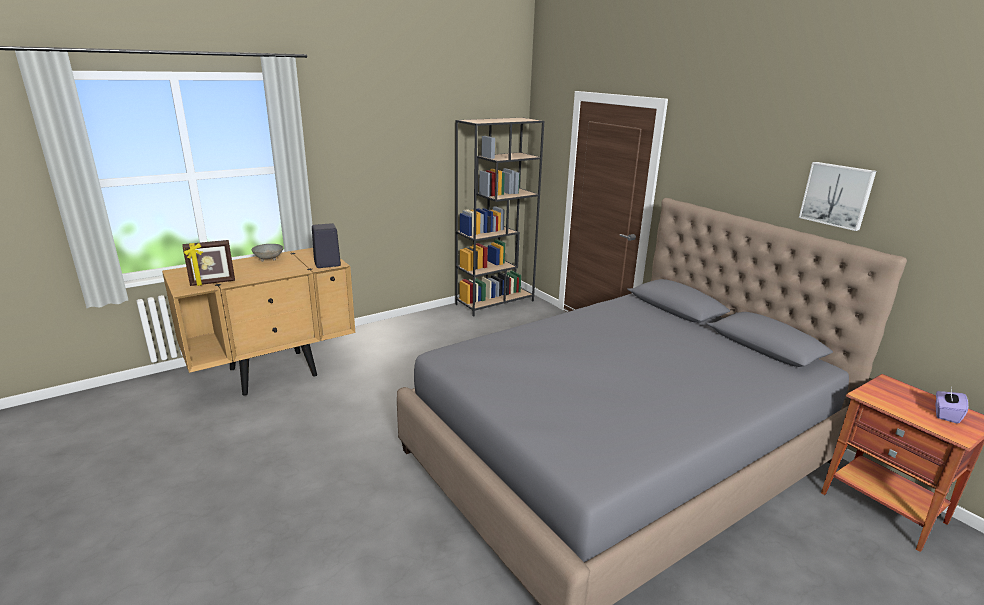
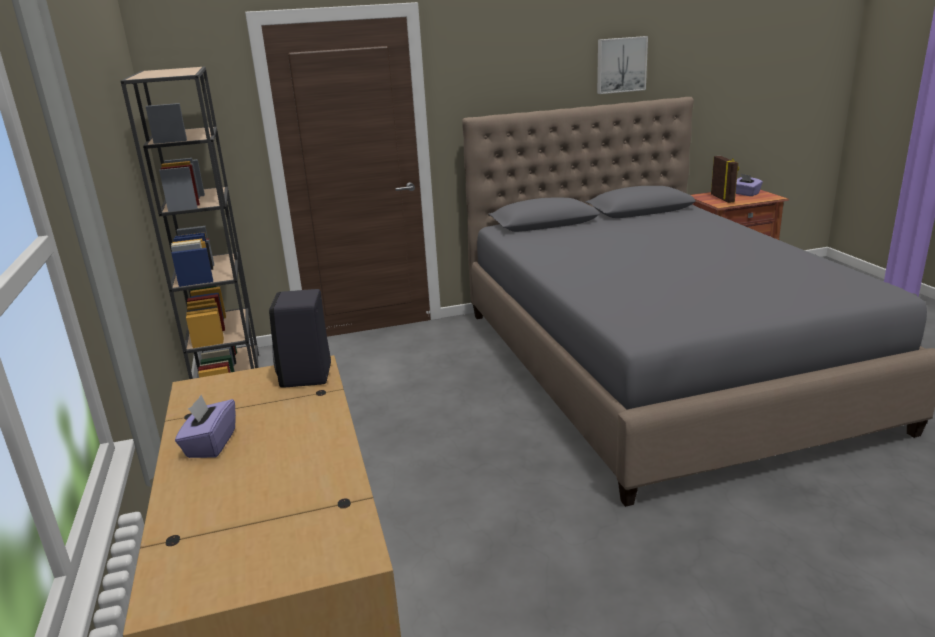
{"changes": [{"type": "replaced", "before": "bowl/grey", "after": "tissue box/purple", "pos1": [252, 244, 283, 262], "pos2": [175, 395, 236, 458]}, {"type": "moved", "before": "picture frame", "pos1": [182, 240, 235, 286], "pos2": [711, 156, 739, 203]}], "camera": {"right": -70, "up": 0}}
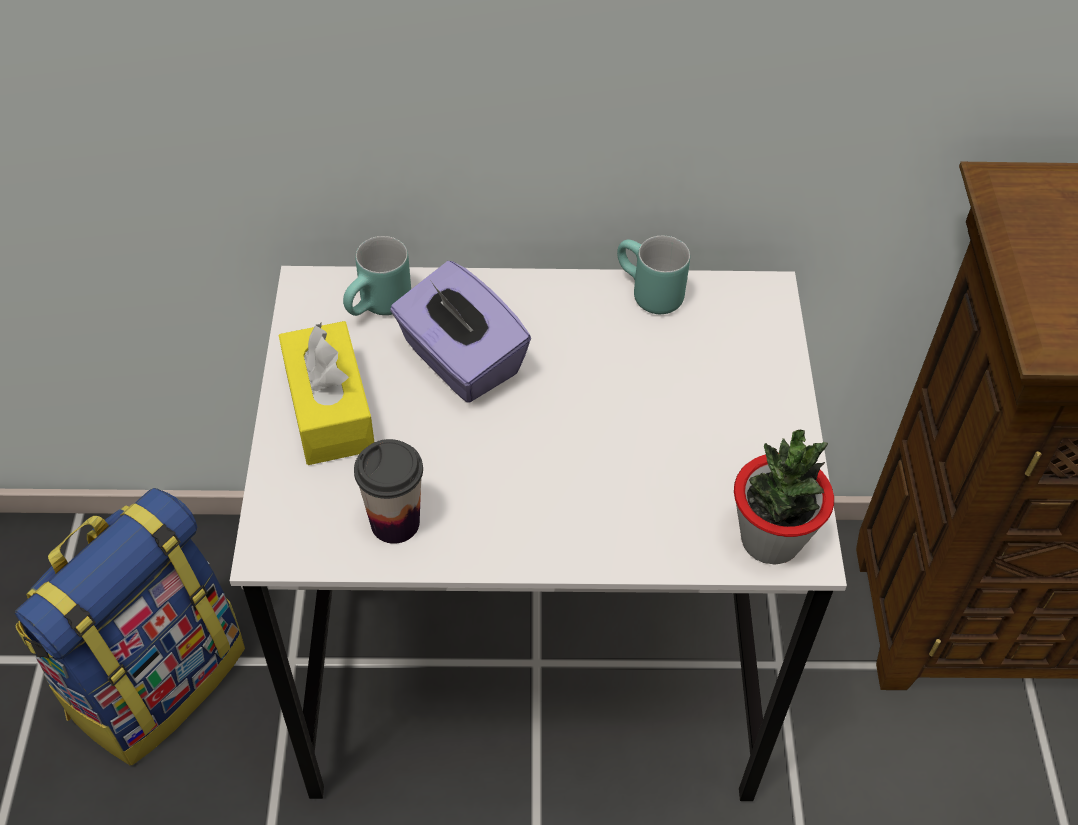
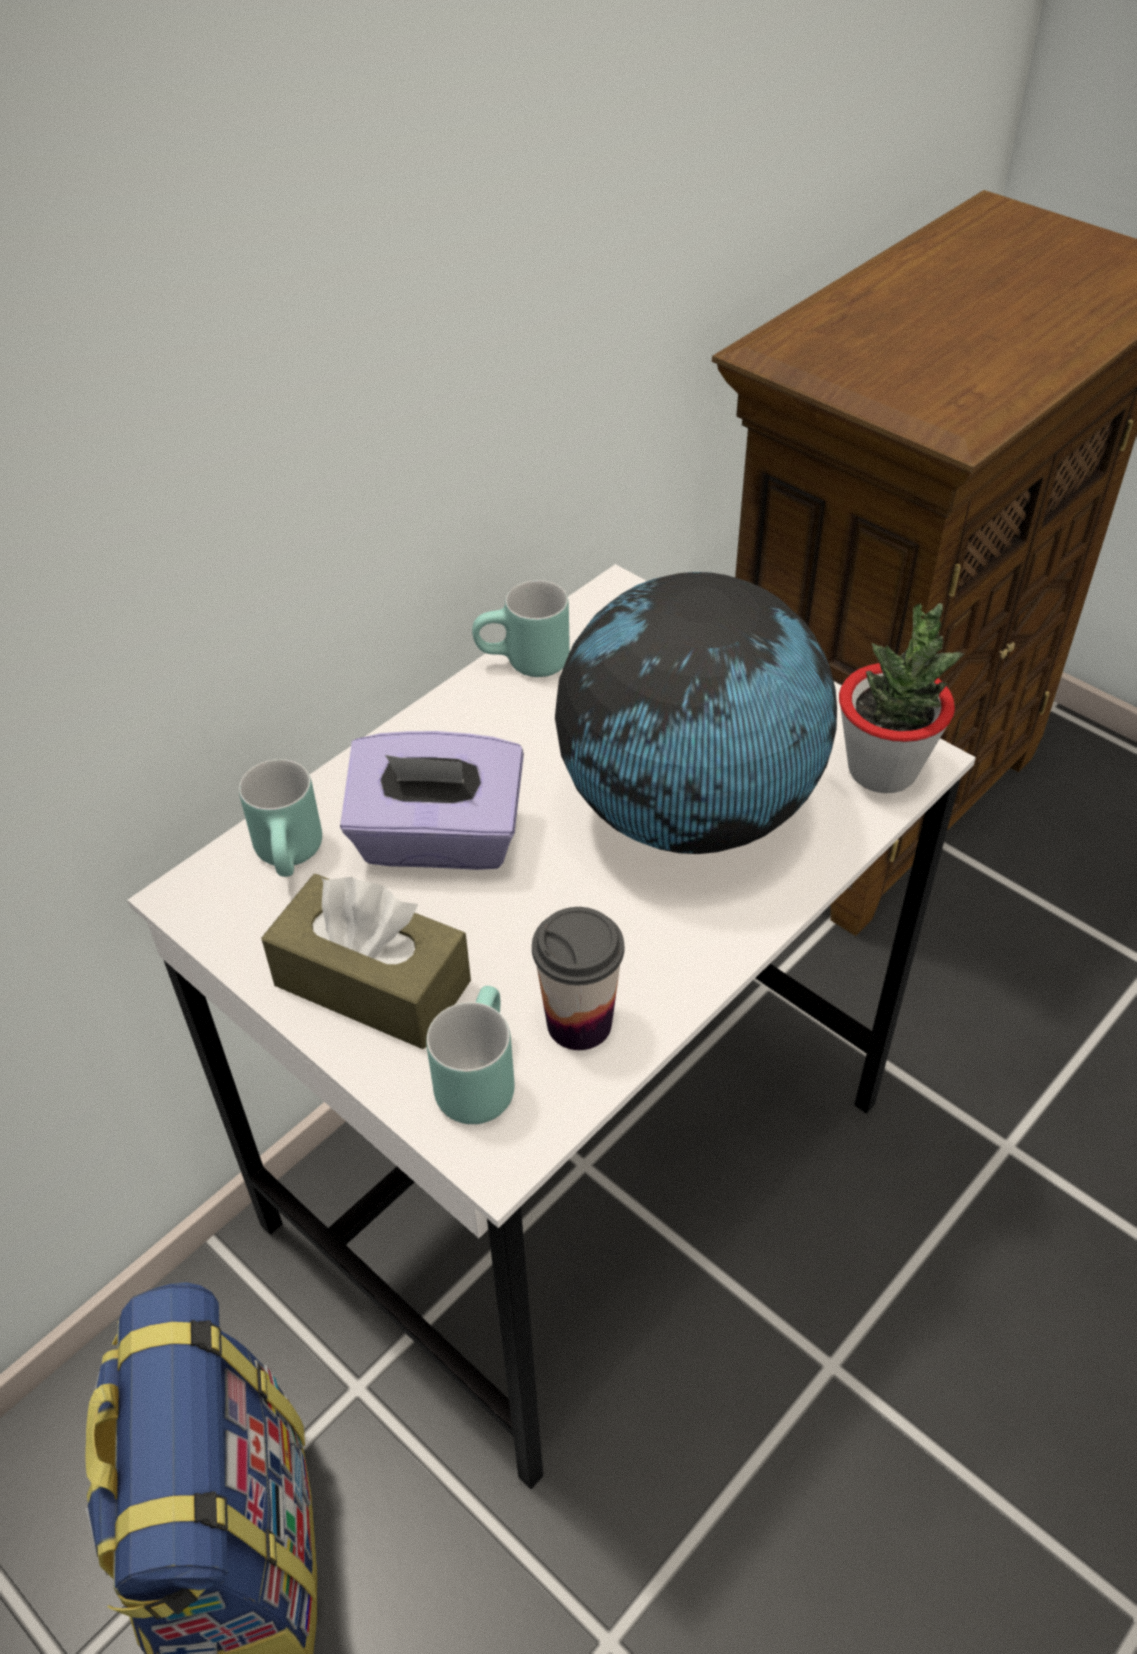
{"changes": [{"type": "recoloured", "before": "tissue box/yellow", "after": "tissue box/brown", "pos1": [279, 321, 374, 465], "pos2": [261, 874, 471, 1049]}, {"type": "added", "after": "mug/turquoise", "pos2": [426, 986, 515, 1124]}, {"type": "added", "after": "globe", "pos2": [555, 572, 837, 854]}], "camera": {"right": -45, "up": -5}}
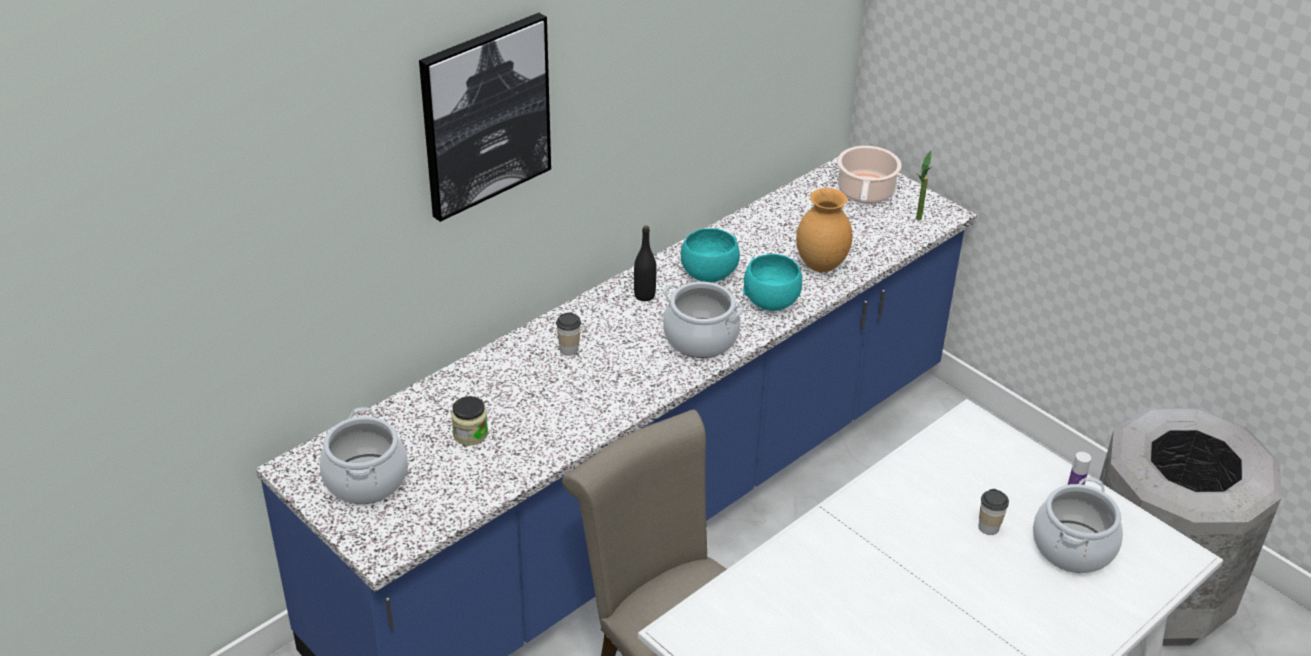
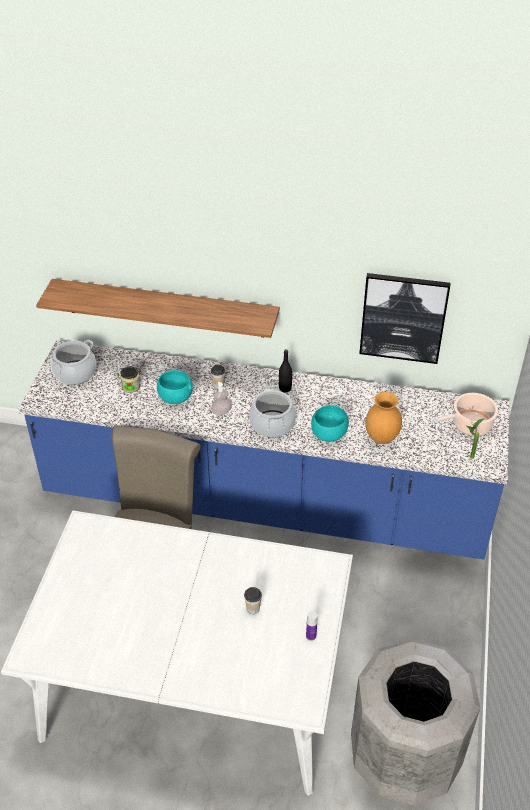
{"changes": [{"type": "added", "after": "shelf", "pos2": [36, 279, 280, 338]}, {"type": "moved", "before": "bowl/turquoise", "pos1": [681, 228, 740, 282], "pos2": [157, 370, 193, 404]}, {"type": "added", "after": "soap dispenser", "pos2": [211, 382, 232, 416]}, {"type": "moved", "before": "picture", "pos1": [419, 13, 551, 222], "pos2": [359, 273, 451, 364]}, {"type": "removed", "before": "cooking pot", "pos1": [1033, 477, 1123, 573]}], "camera": {"right": 55, "up": 5}}
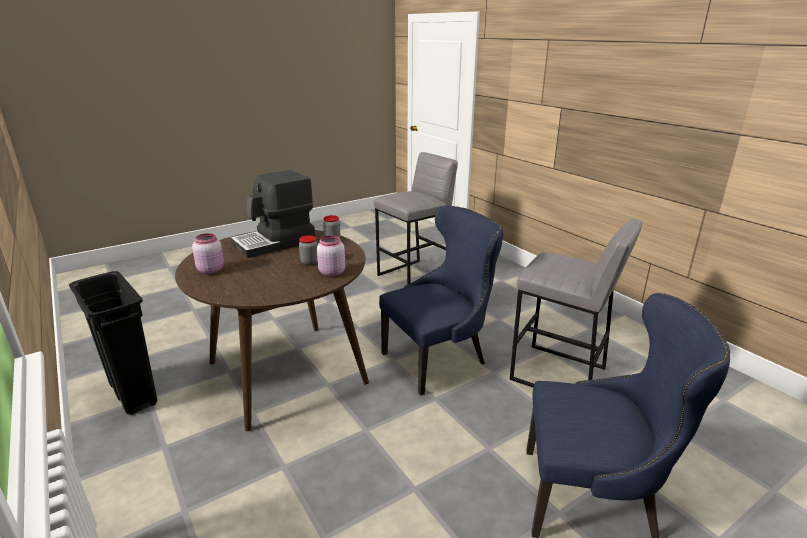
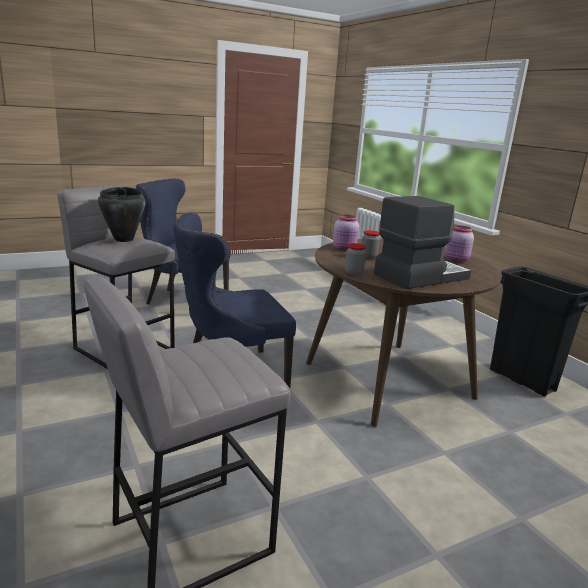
{"changes": [{"type": "added", "after": "cooking pot/black", "pos2": [98, 187, 146, 242]}], "camera": {"right": -175, "up": -5}}
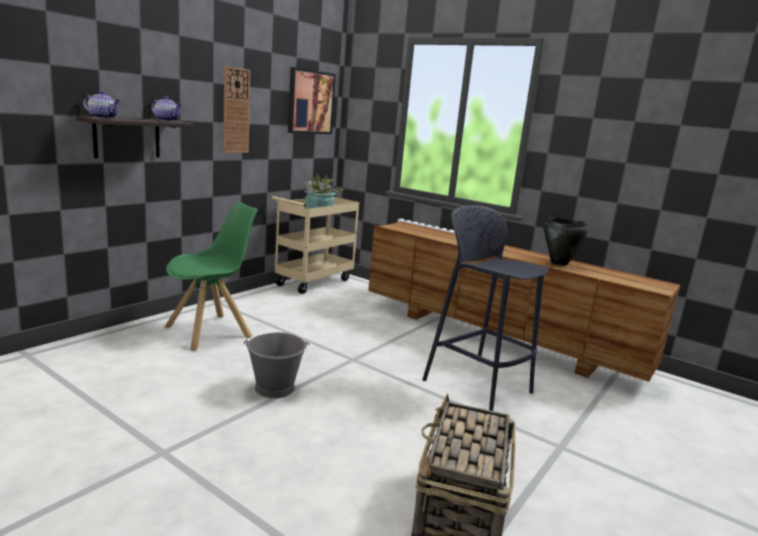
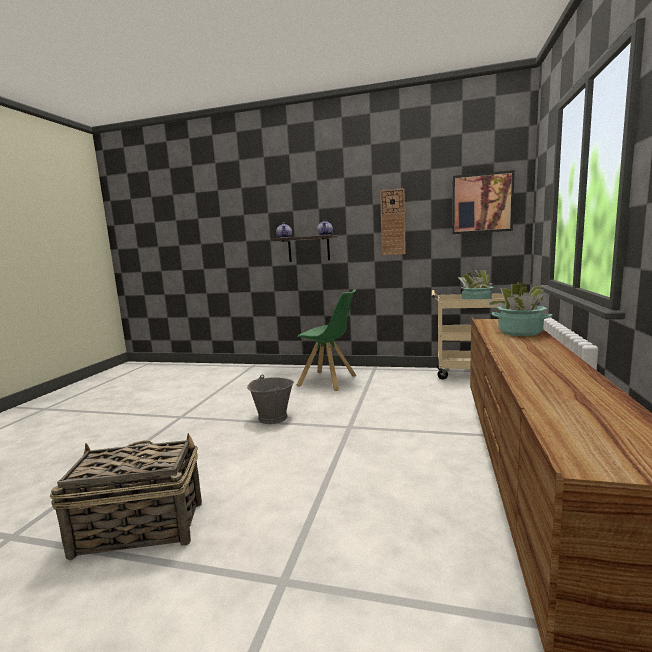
{"changes": [{"type": "added", "after": "potted plant", "pos2": [488, 283, 552, 336]}, {"type": "removed", "before": "stool/grey", "pos1": [422, 205, 549, 411]}, {"type": "removed", "before": "cooking pot/black", "pos1": [544, 217, 589, 266]}], "camera": {"right": 70, "up": -5}}
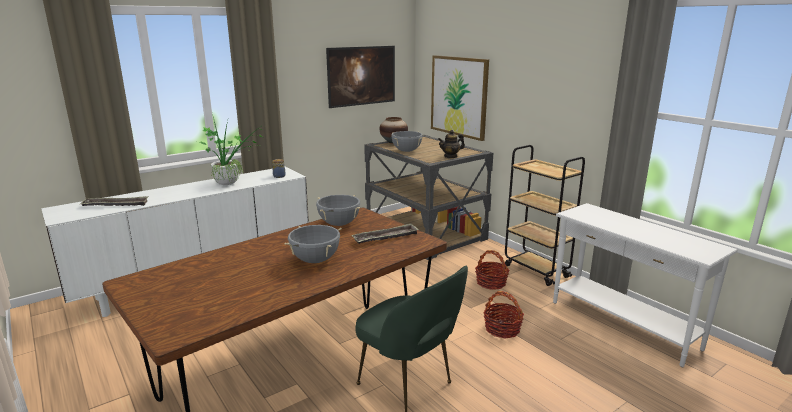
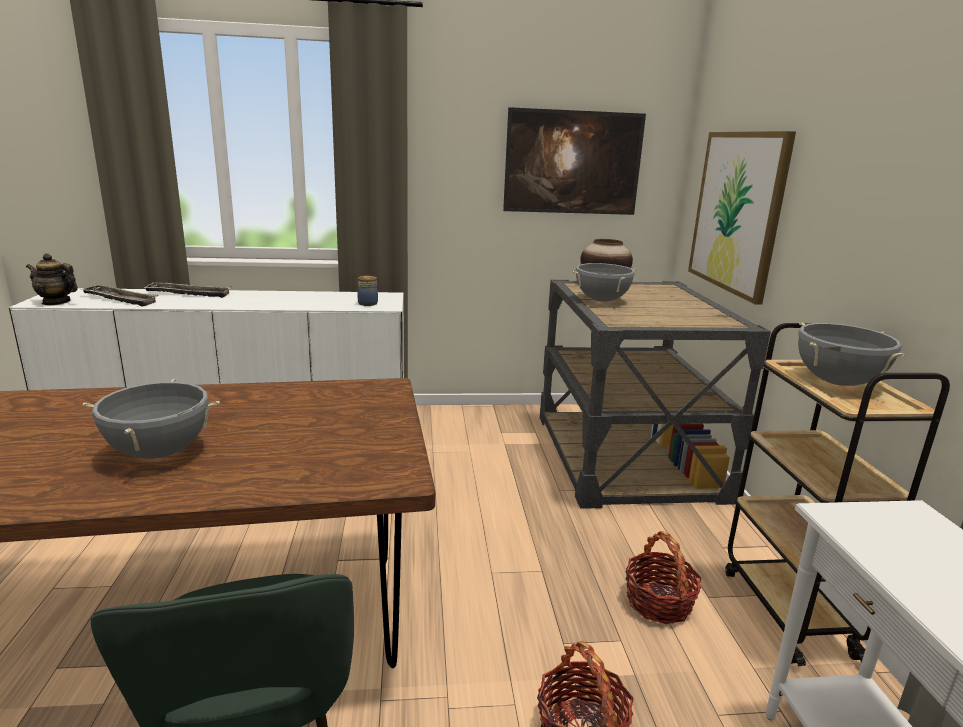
{"changes": [{"type": "moved", "before": "teapot", "pos1": [438, 130, 465, 158], "pos2": [26, 253, 78, 305]}, {"type": "moved", "before": "tray", "pos1": [351, 223, 419, 244], "pos2": [144, 283, 231, 298]}, {"type": "moved", "before": "cooking pot/grey", "pos1": [316, 195, 360, 226], "pos2": [798, 322, 906, 386]}, {"type": "removed", "before": "potted plant", "pos1": [199, 117, 262, 185]}], "camera": {"right": 30, "up": 0}}
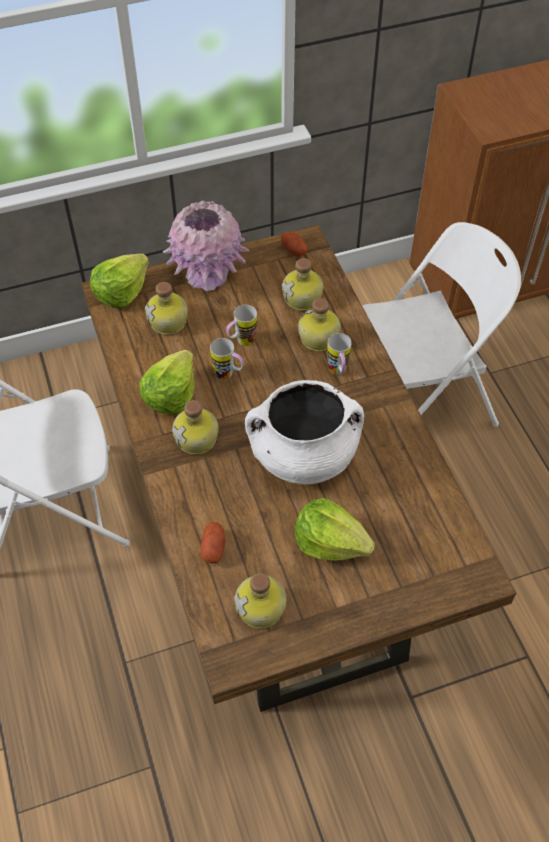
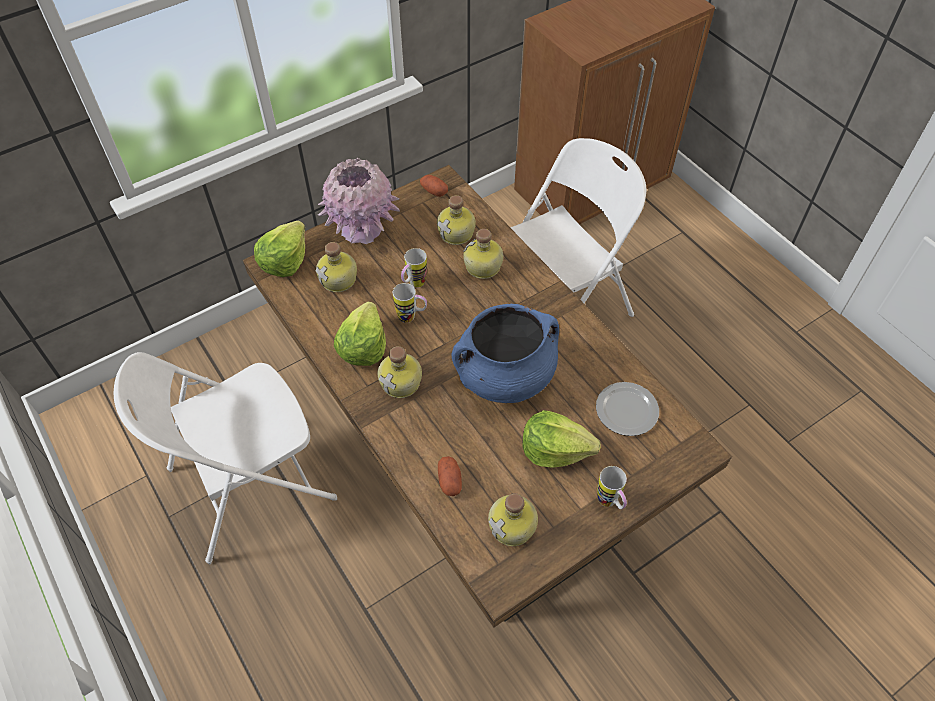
{"changes": [{"type": "recoloured", "before": "cooking pot/white", "after": "cooking pot/blue", "pos1": [245, 380, 364, 485], "pos2": [452, 304, 559, 403]}, {"type": "added", "after": "plate", "pos2": [596, 382, 659, 436]}, {"type": "moved", "before": "mug", "pos1": [327, 333, 352, 375], "pos2": [597, 466, 627, 509]}], "camera": {"right": -15, "up": 0}}
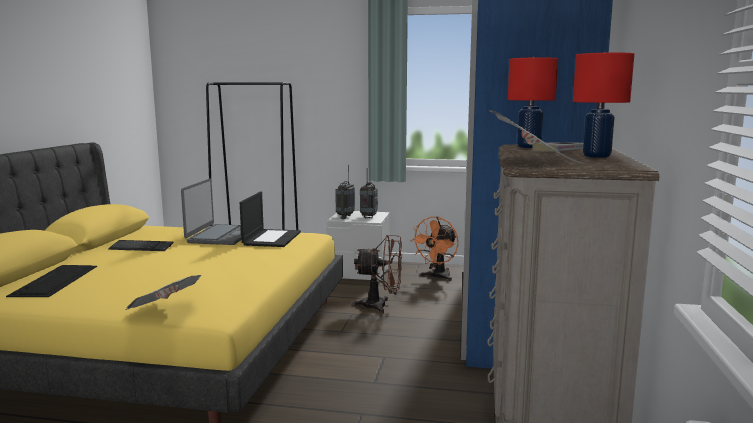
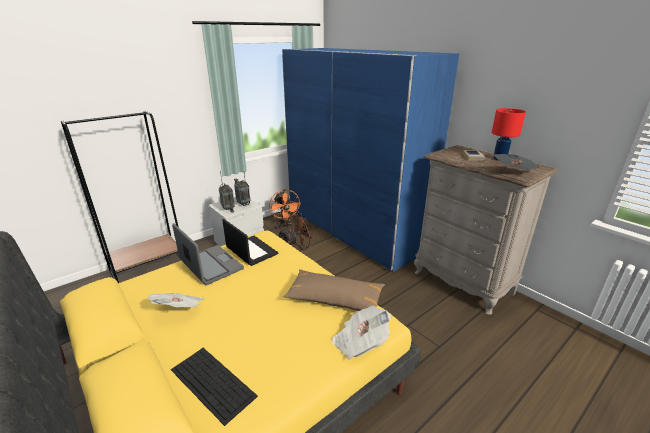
{"changes": [{"type": "replaced", "before": "keyboard", "after": "newspaper", "pos1": [108, 240, 174, 251], "pos2": [147, 293, 204, 307]}, {"type": "added", "after": "pillow/brown", "pos2": [283, 269, 385, 311]}, {"type": "removed", "before": "table lamp/red", "pos1": [508, 57, 558, 148]}], "camera": {"right": -50, "up": 15}}
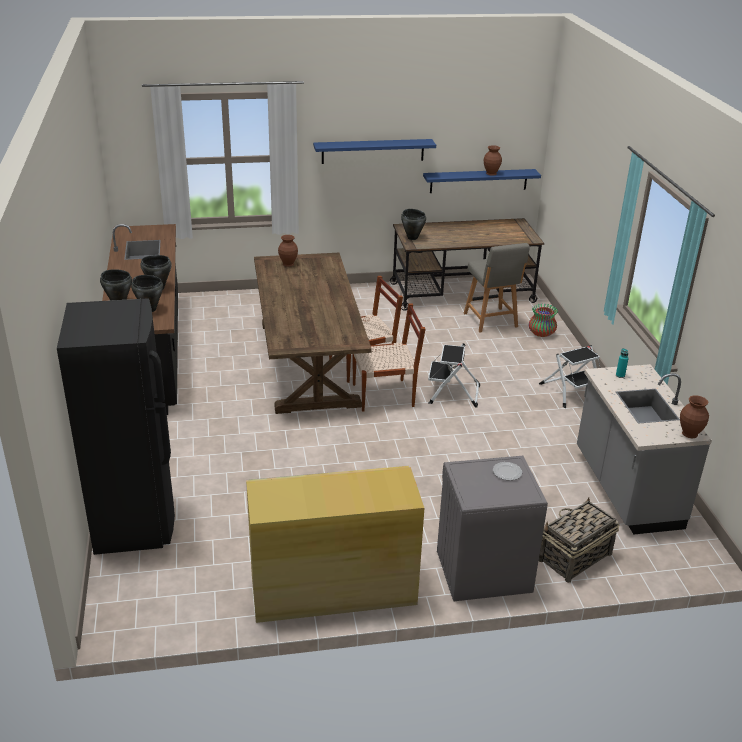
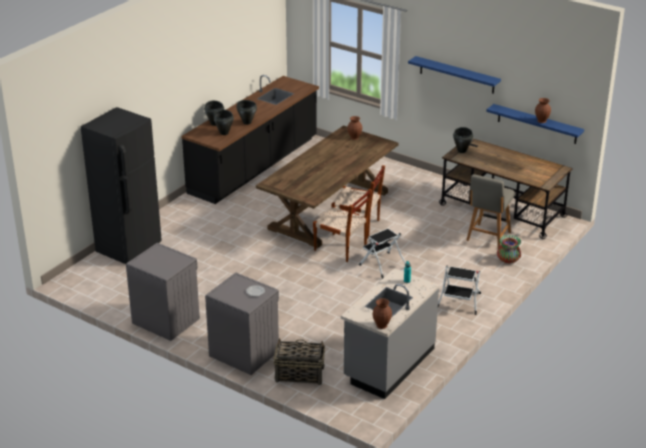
{"changes": [{"type": "replaced", "before": "cabinet/yellow", "after": "washing machine/grey", "pos1": [246, 466, 424, 623], "pos2": [126, 243, 200, 341]}], "camera": {"right": 45, "up": 0}}
